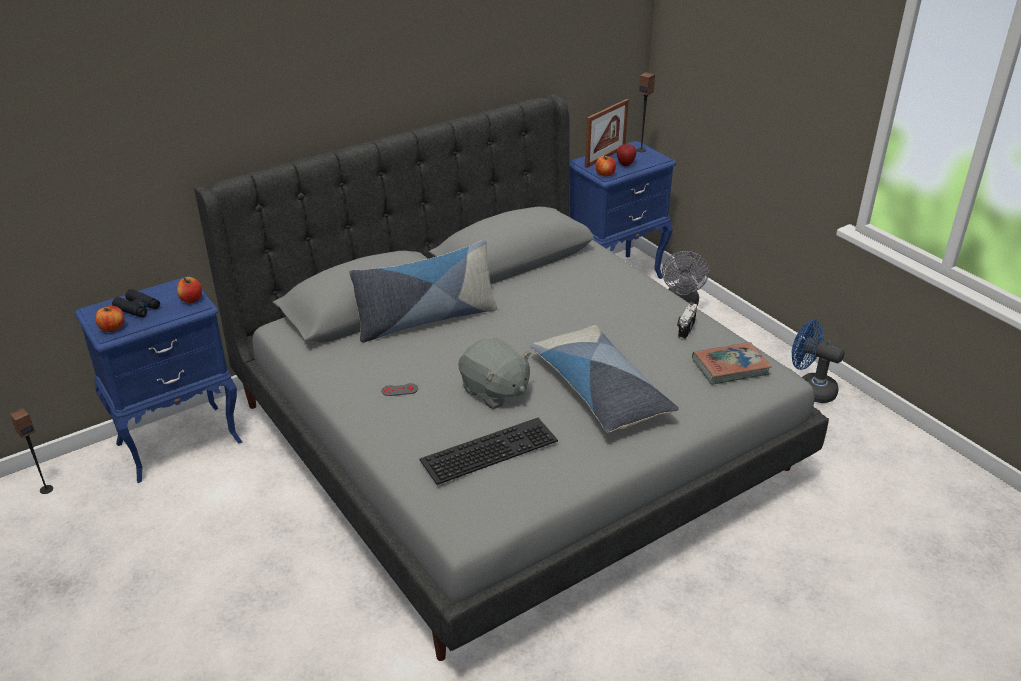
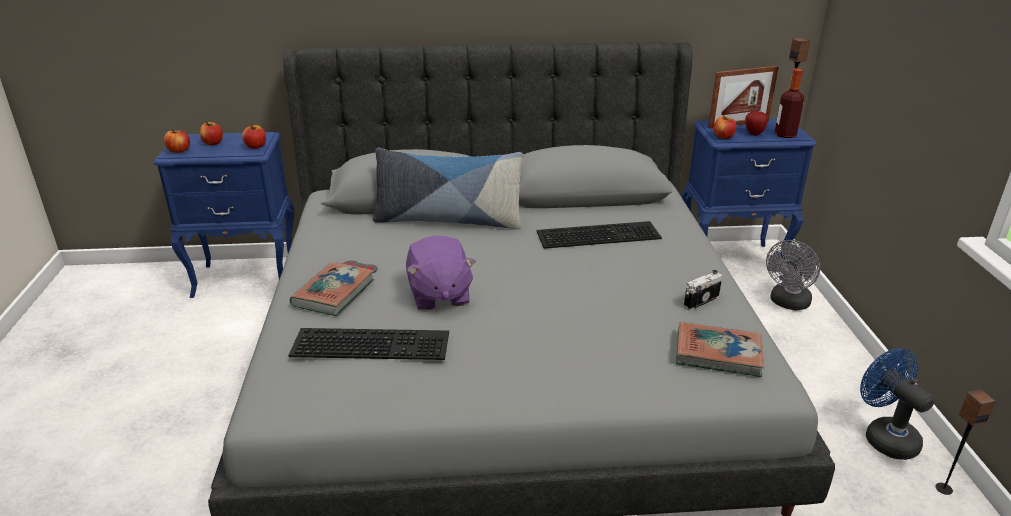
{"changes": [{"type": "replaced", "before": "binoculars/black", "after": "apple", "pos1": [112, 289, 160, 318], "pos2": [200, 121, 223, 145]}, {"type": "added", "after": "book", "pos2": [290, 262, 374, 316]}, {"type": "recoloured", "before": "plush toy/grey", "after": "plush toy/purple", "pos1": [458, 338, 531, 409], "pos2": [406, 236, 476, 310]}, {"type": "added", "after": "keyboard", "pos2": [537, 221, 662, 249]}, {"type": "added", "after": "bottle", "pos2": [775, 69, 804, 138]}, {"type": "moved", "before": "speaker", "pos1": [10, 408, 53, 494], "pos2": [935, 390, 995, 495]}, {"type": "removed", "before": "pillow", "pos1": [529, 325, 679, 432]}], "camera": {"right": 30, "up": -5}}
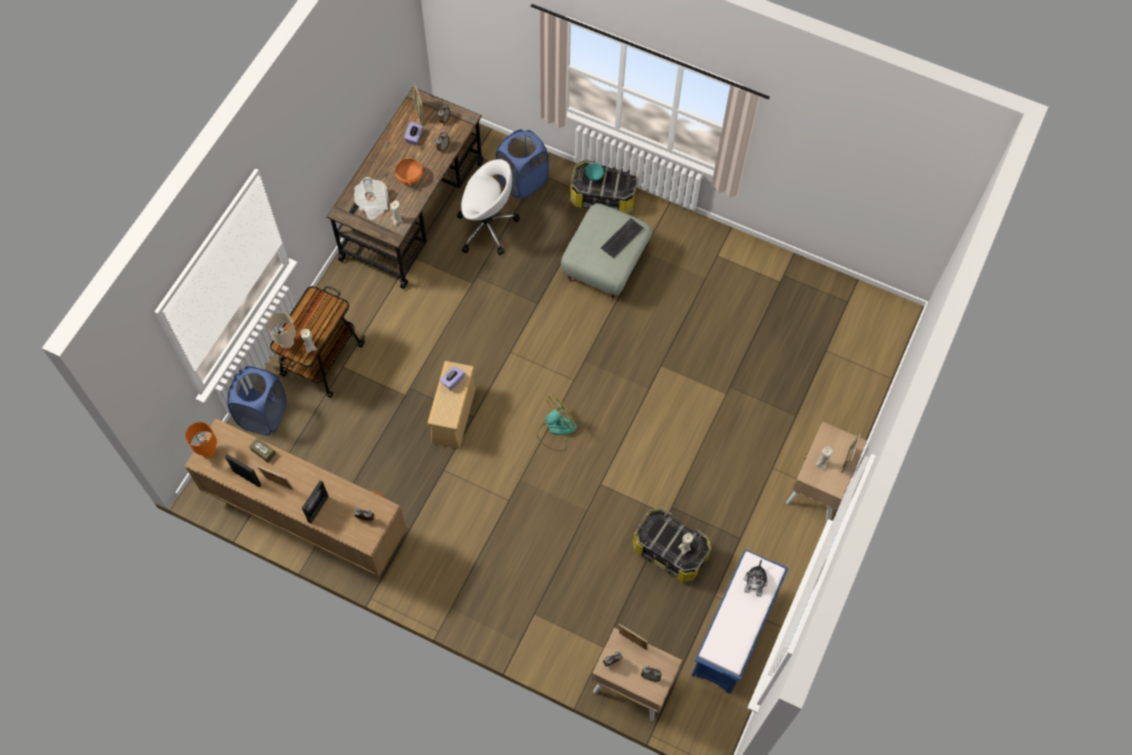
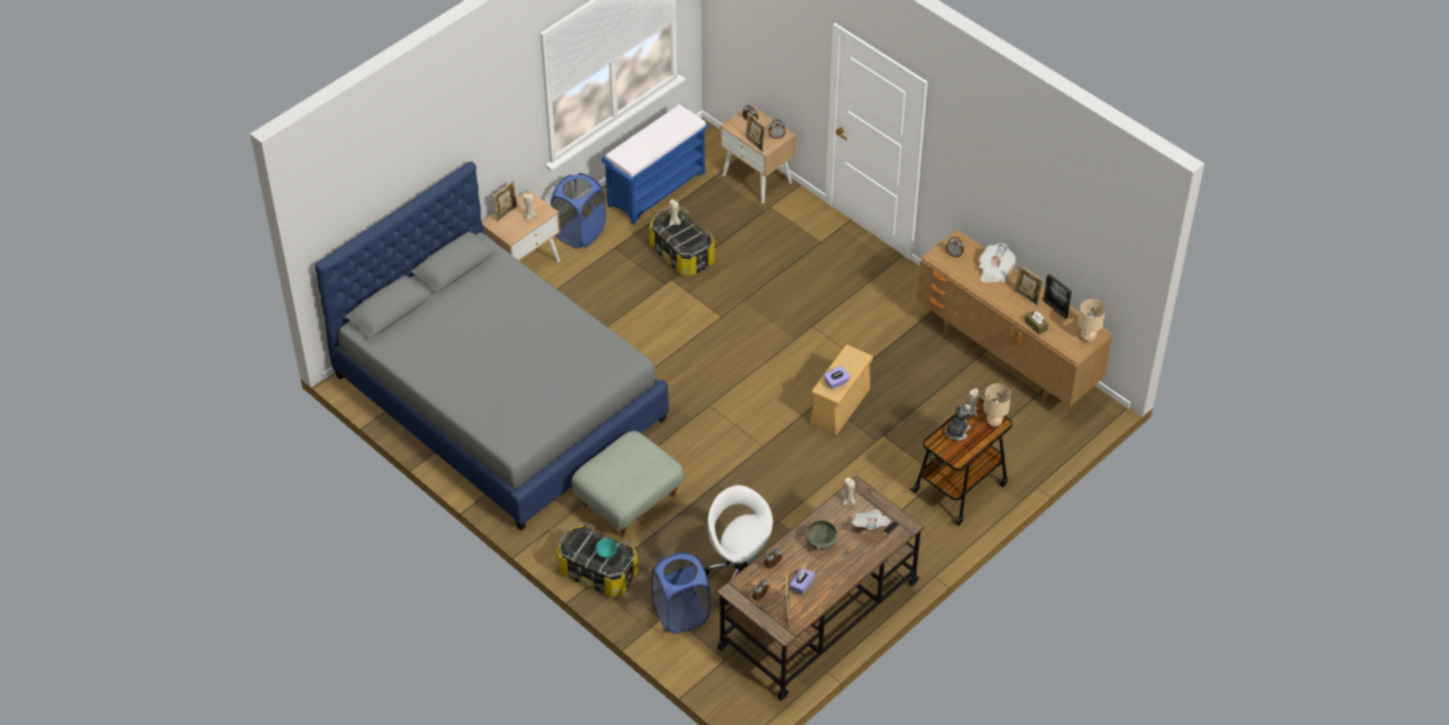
{"changes": [{"type": "added", "after": "bed/grey", "pos2": [315, 162, 669, 531]}, {"type": "moved", "before": "laundry basket/blue", "pos1": [227, 366, 286, 435], "pos2": [551, 173, 606, 248]}, {"type": "recoloured", "before": "bowl/orange", "after": "bowl/grey", "pos1": [395, 157, 423, 186], "pos2": [806, 519, 838, 551]}, {"type": "moved", "before": "plush toy", "pos1": [744, 559, 768, 597], "pos2": [945, 404, 972, 441]}, {"type": "replaced", "before": "picture frame", "after": "newspaper", "pos1": [302, 481, 329, 524], "pos2": [979, 243, 1016, 283]}, {"type": "recoloured", "before": "table lamp/orange", "after": "table lamp/beige", "pos1": [185, 422, 217, 458], "pos2": [1078, 299, 1106, 342]}, {"type": "removed", "before": "fan", "pos1": [537, 394, 577, 451]}, {"type": "removed", "before": "keyboard", "pos1": [601, 218, 644, 258]}], "camera": {"right": -160, "up": -15}}
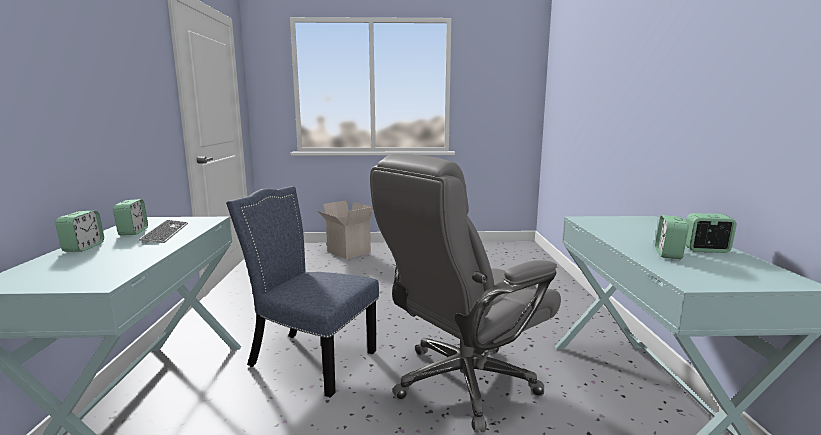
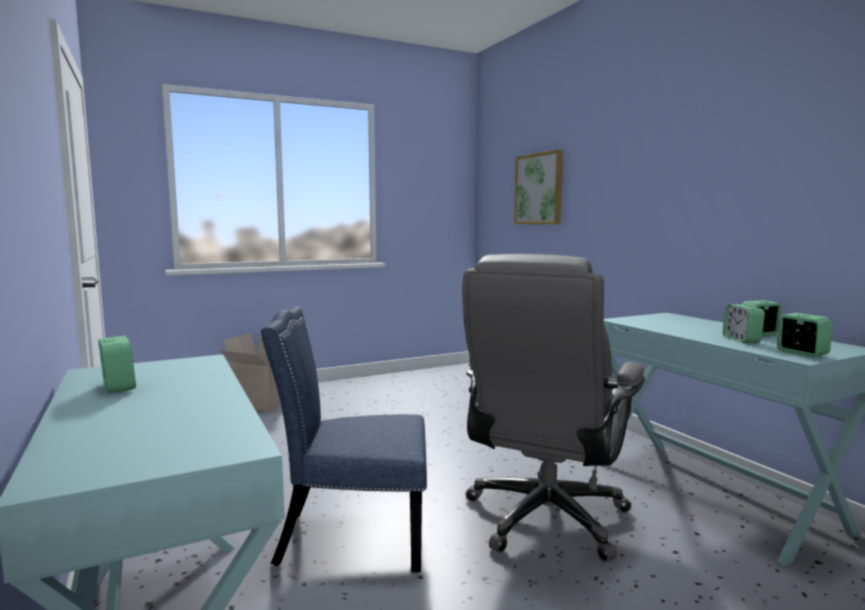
{"changes": [{"type": "added", "after": "picture", "pos2": [514, 150, 563, 224]}, {"type": "moved", "before": "alarm clock", "pos1": [55, 211, 104, 252], "pos2": [777, 313, 832, 357]}, {"type": "removed", "before": "keyboard", "pos1": [139, 220, 188, 243]}], "camera": {"right": -25, "up": -5}}
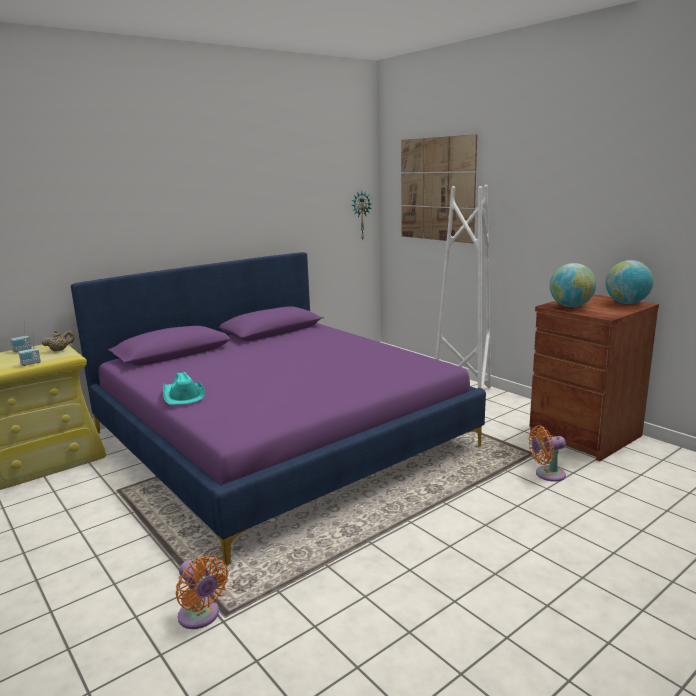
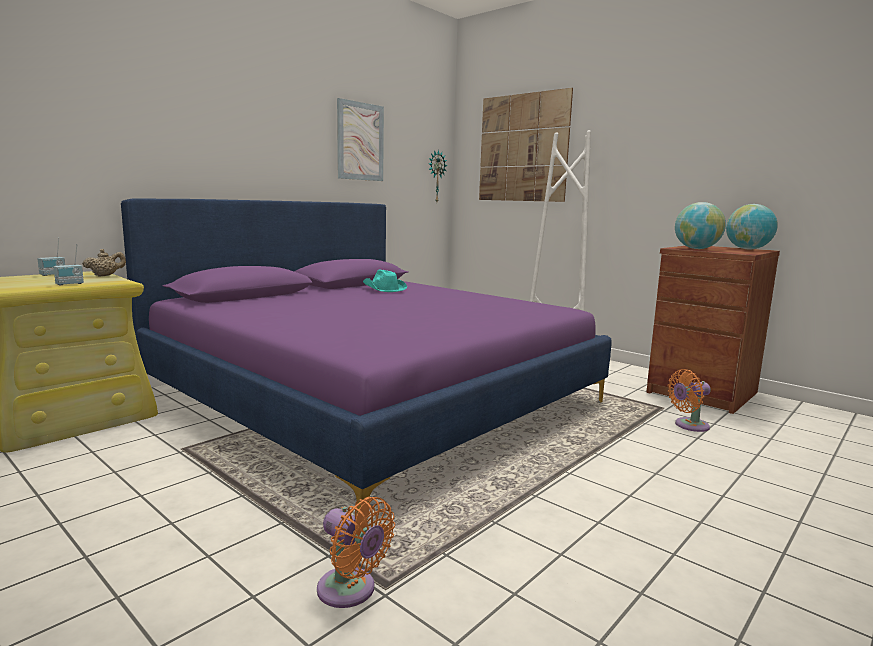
{"changes": [{"type": "added", "after": "picture", "pos2": [337, 98, 384, 181]}, {"type": "moved", "before": "hat/turquoise", "pos1": [163, 372, 205, 405], "pos2": [363, 269, 407, 292]}], "camera": {"right": -10, "up": -5}}
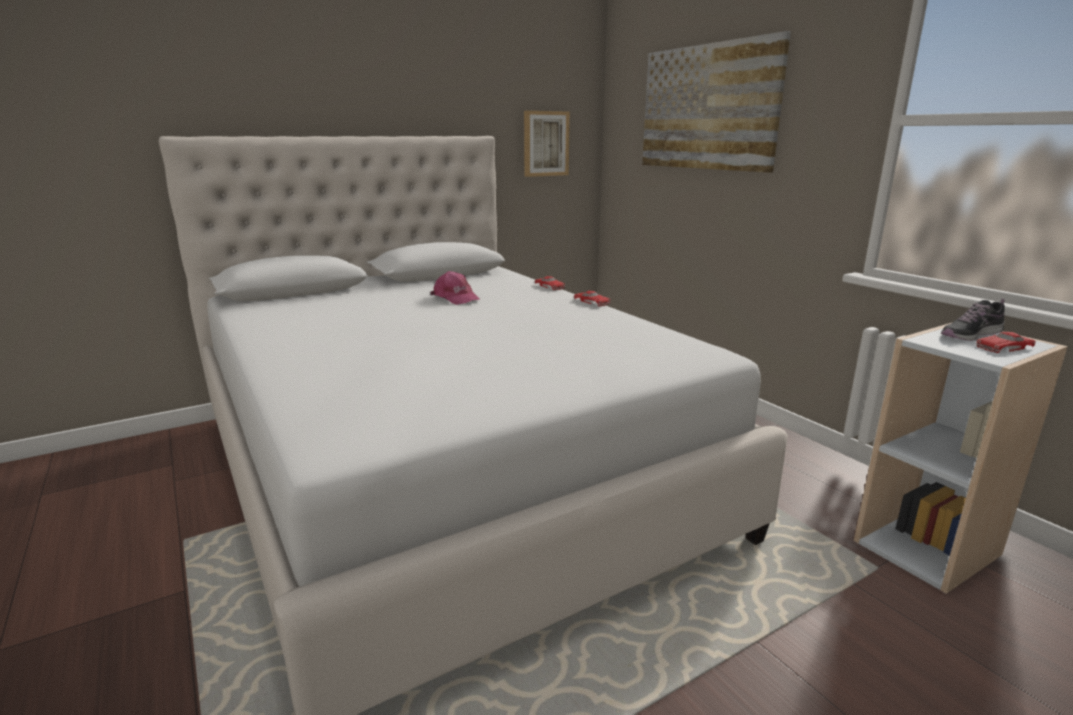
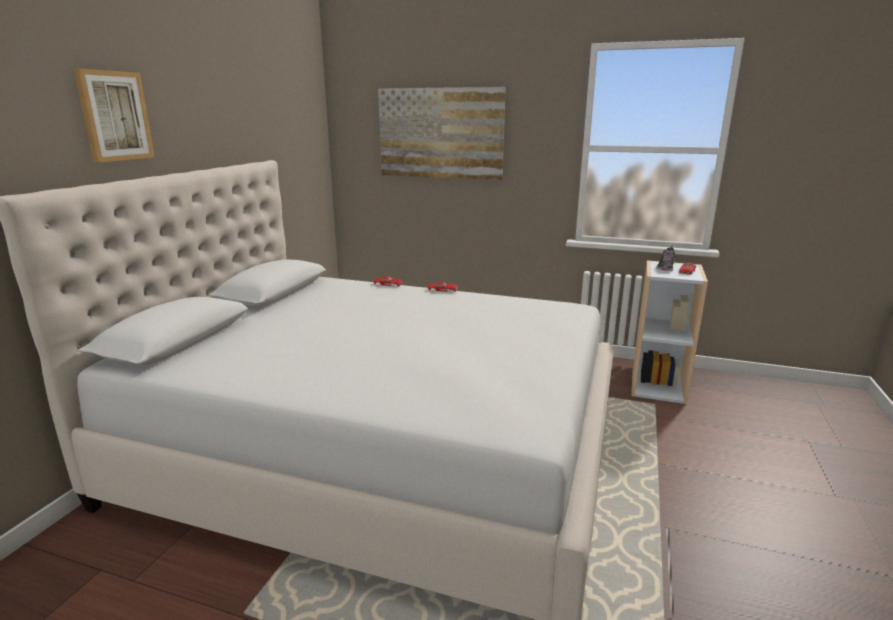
{"changes": [{"type": "moved", "before": "picture", "pos1": [524, 111, 570, 177], "pos2": [74, 68, 155, 163]}, {"type": "removed", "before": "cap/pink", "pos1": [431, 271, 481, 305]}], "camera": {"right": -40, "up": 0}}
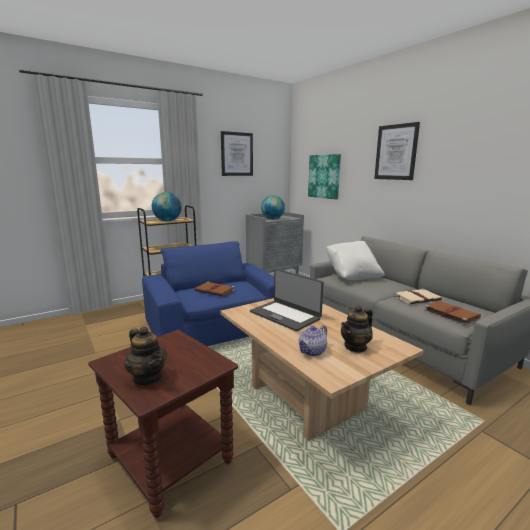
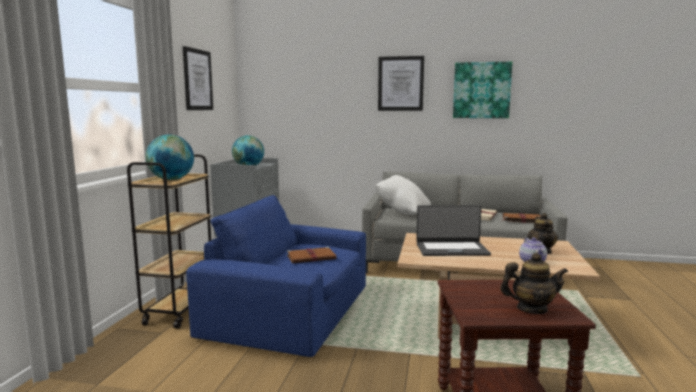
{"changes": [{"type": "moved", "before": "picture", "pos1": [308, 154, 341, 199], "pos2": [453, 62, 512, 118]}], "camera": {"right": -45, "up": -5}}
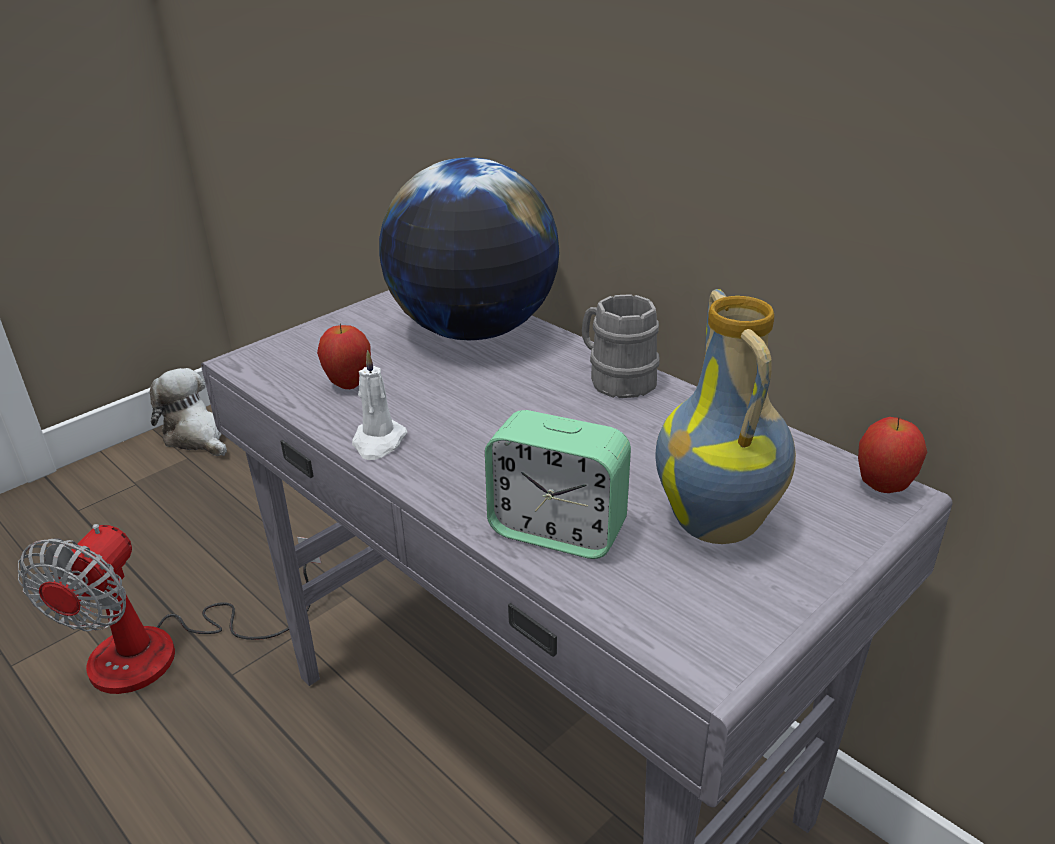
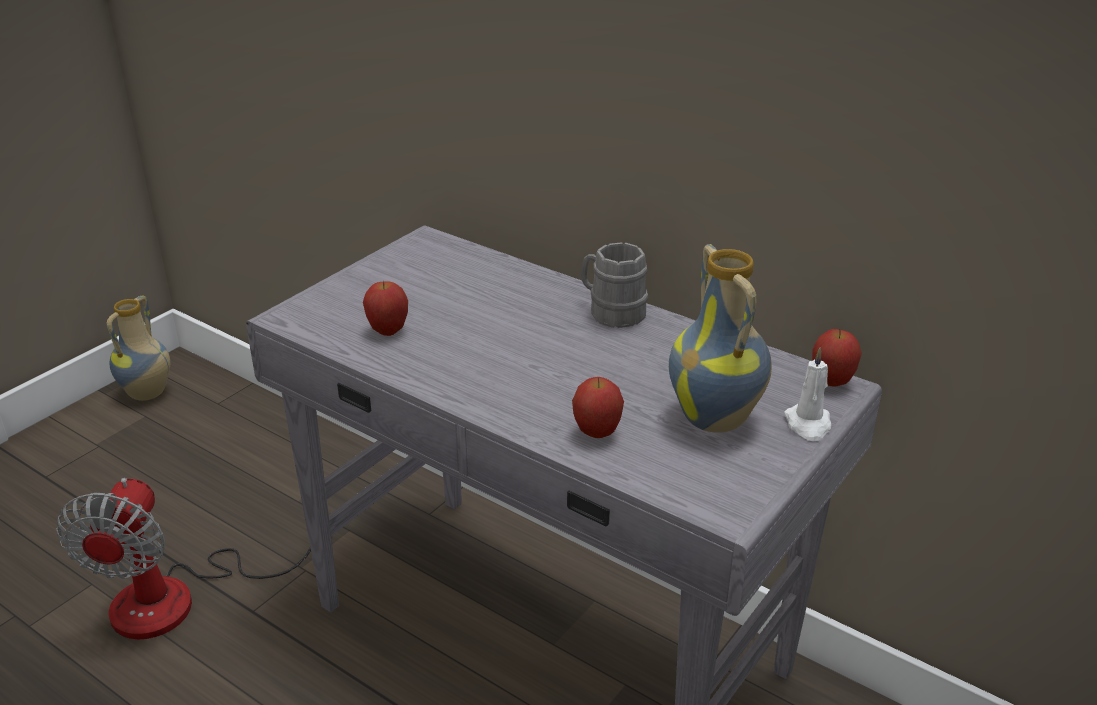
{"changes": [{"type": "replaced", "before": "plush toy", "after": "vase", "pos1": [150, 368, 227, 456], "pos2": [106, 296, 170, 401]}, {"type": "replaced", "before": "alarm clock", "after": "apple", "pos1": [485, 410, 631, 559], "pos2": [572, 377, 624, 438]}, {"type": "moved", "before": "candle/white", "pos1": [352, 350, 407, 460], "pos2": [784, 348, 832, 441]}, {"type": "removed", "before": "globe", "pos1": [379, 158, 559, 340]}], "camera": {"right": -10, "up": 0}}
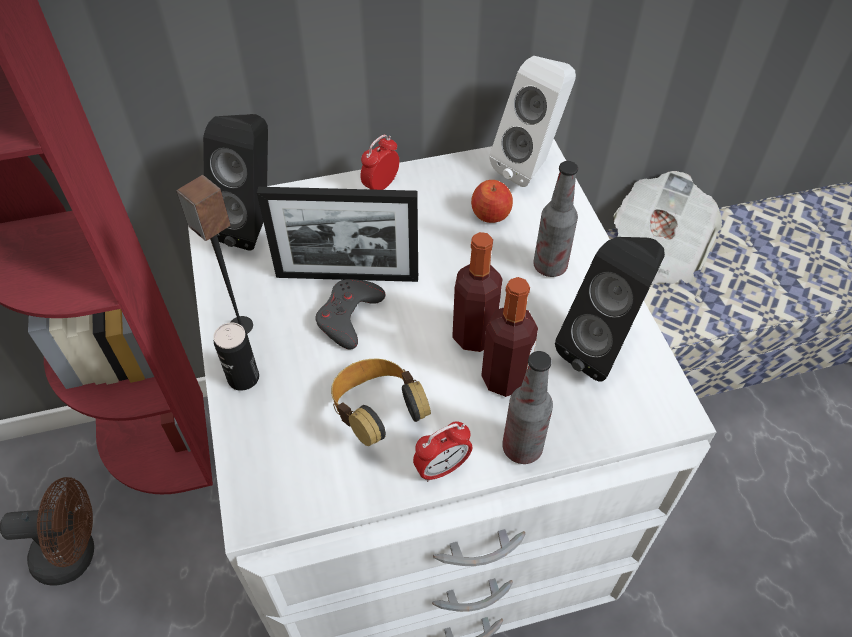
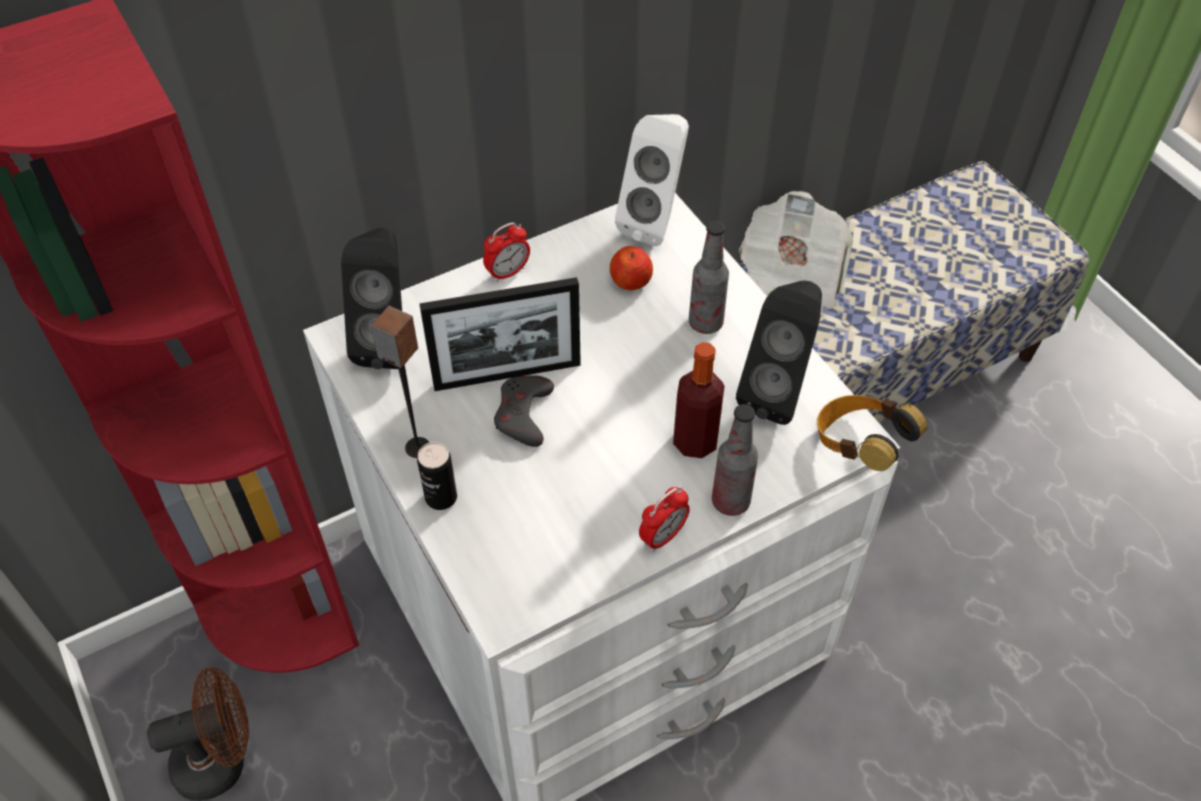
{"changes": [{"type": "turned", "before": "alarm clock", "pos1": [360, 135, 399, 190], "pos2": [483, 222, 530, 282], "turn": -150}, {"type": "moved", "before": "headphones", "pos1": [331, 358, 431, 446], "pos2": [817, 395, 927, 471]}, {"type": "removed", "before": "bottle", "pos1": [452, 232, 502, 352]}], "camera": {"right": -15, "up": 0}}
